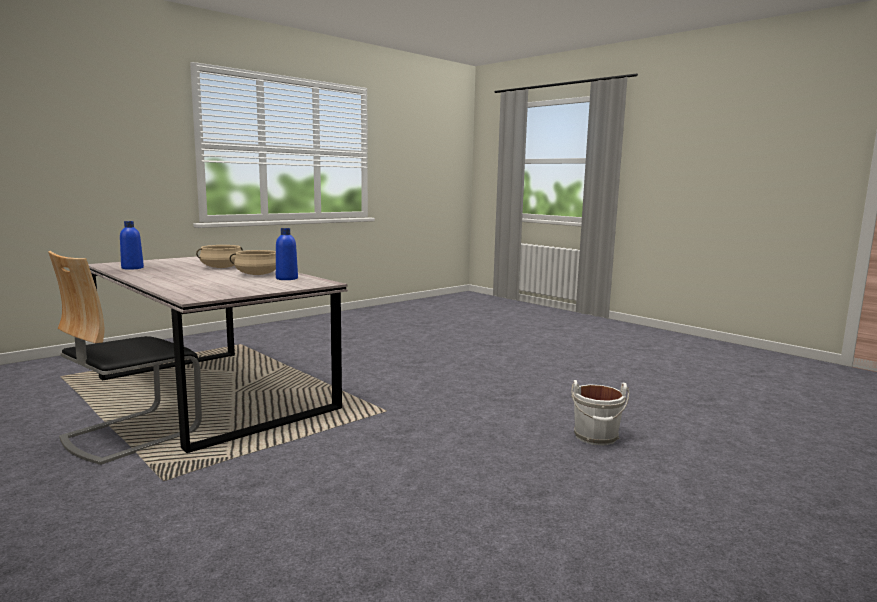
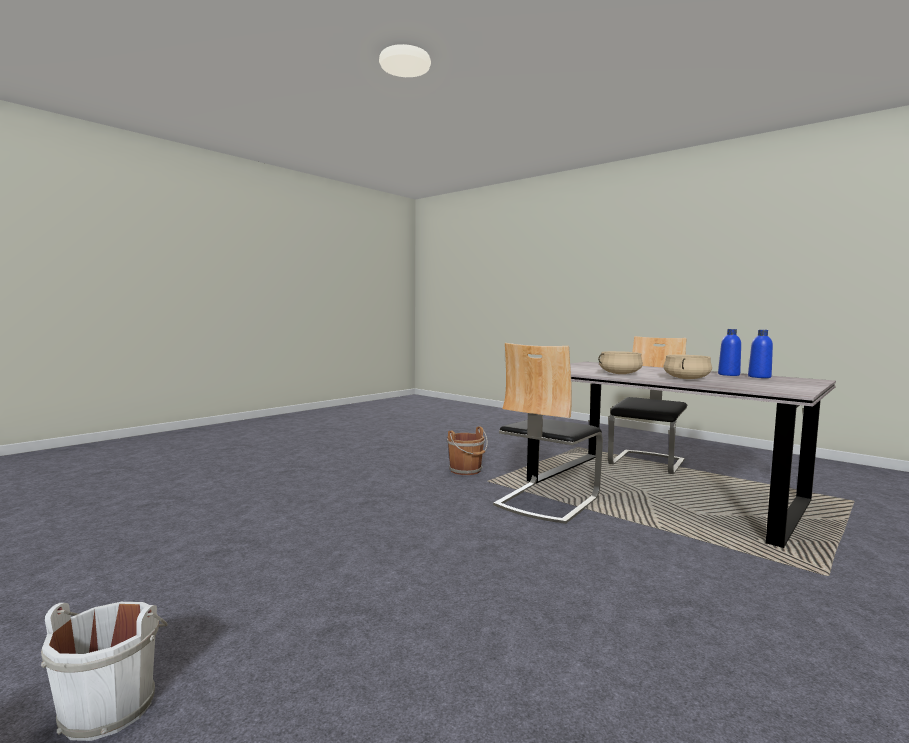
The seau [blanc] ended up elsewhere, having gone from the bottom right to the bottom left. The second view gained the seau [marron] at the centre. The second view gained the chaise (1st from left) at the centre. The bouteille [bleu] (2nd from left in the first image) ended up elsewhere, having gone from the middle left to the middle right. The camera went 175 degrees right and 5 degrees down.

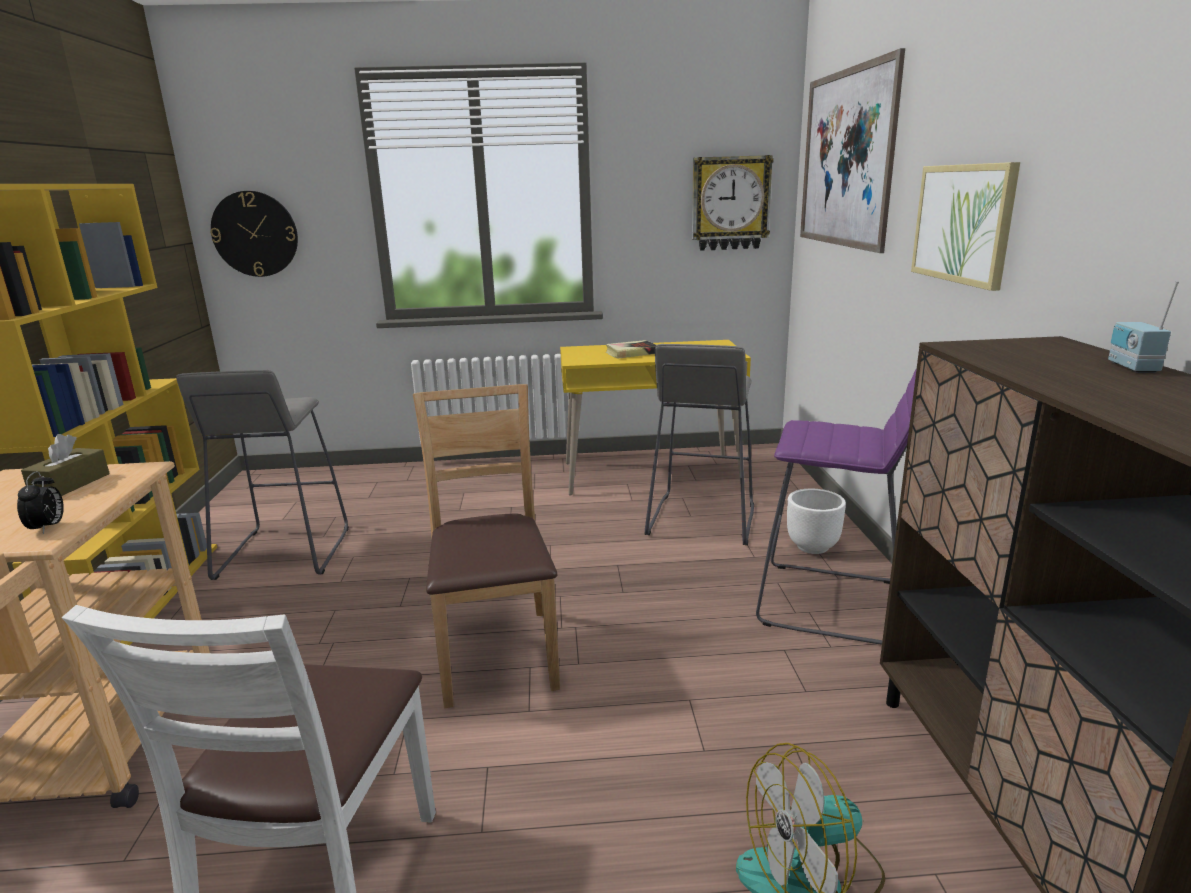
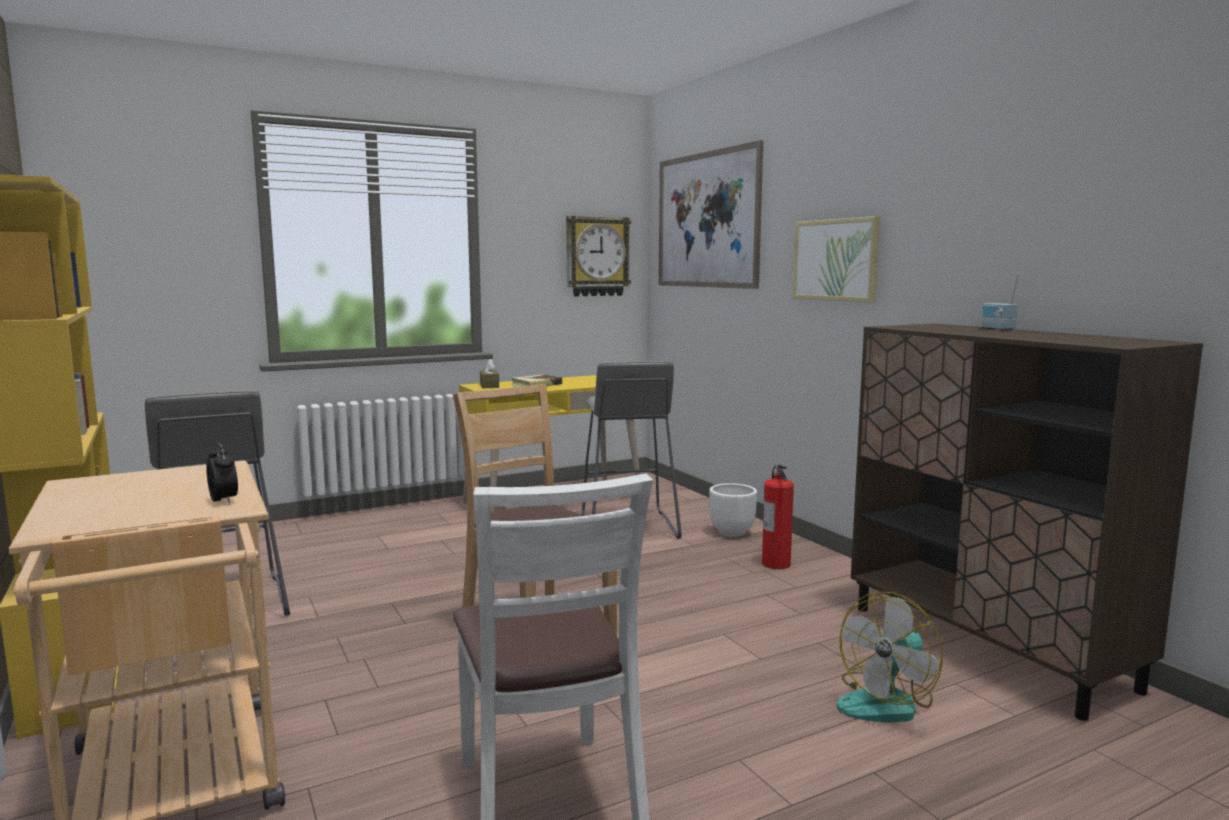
The boîte à mouchoirs [marron] ended up elsewhere, having gone from the middle left to the centre. Where the tabouret [violet] stood at the middle right, the extincteur came to stand at the centre. The second view lost the horloge murale (1st from left) at the top left. The camera went 25 degrees left and 10 degrees down.

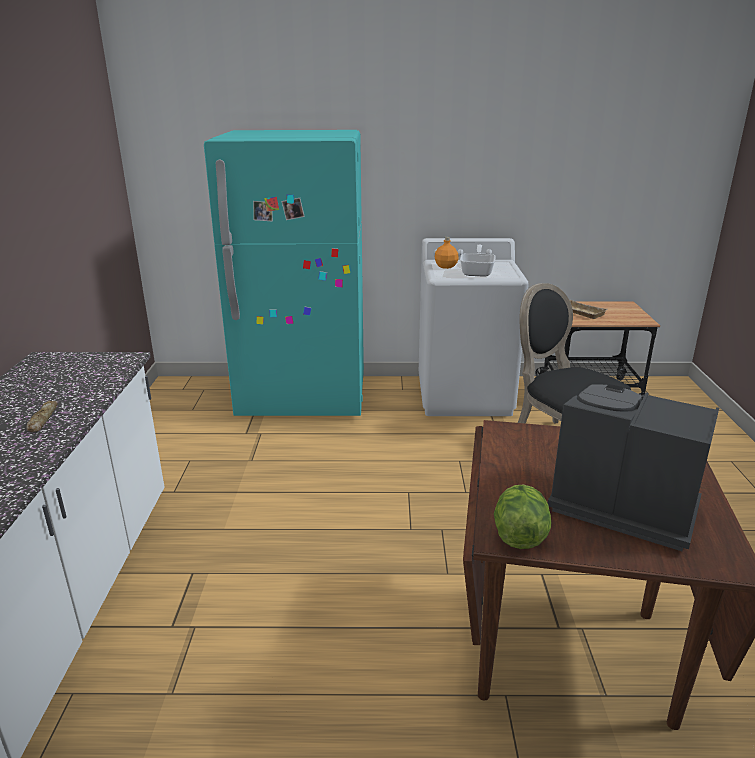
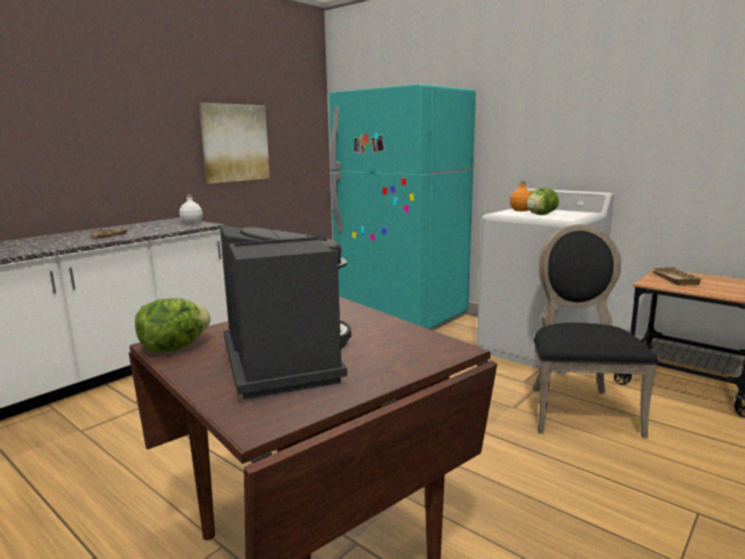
The second view gained the bouteille [blanc] at the middle left. The second view gained the tableau at the top left. Where the poêle stood at the centre, the laitue (2nd from left) came to stand at the middle right. The camera went 40 degrees right and 10 degrees down.

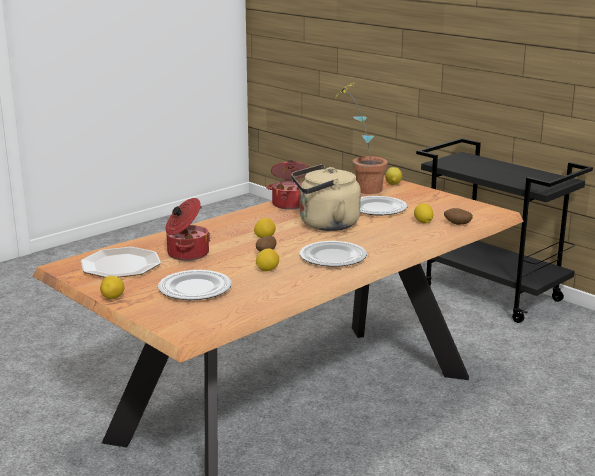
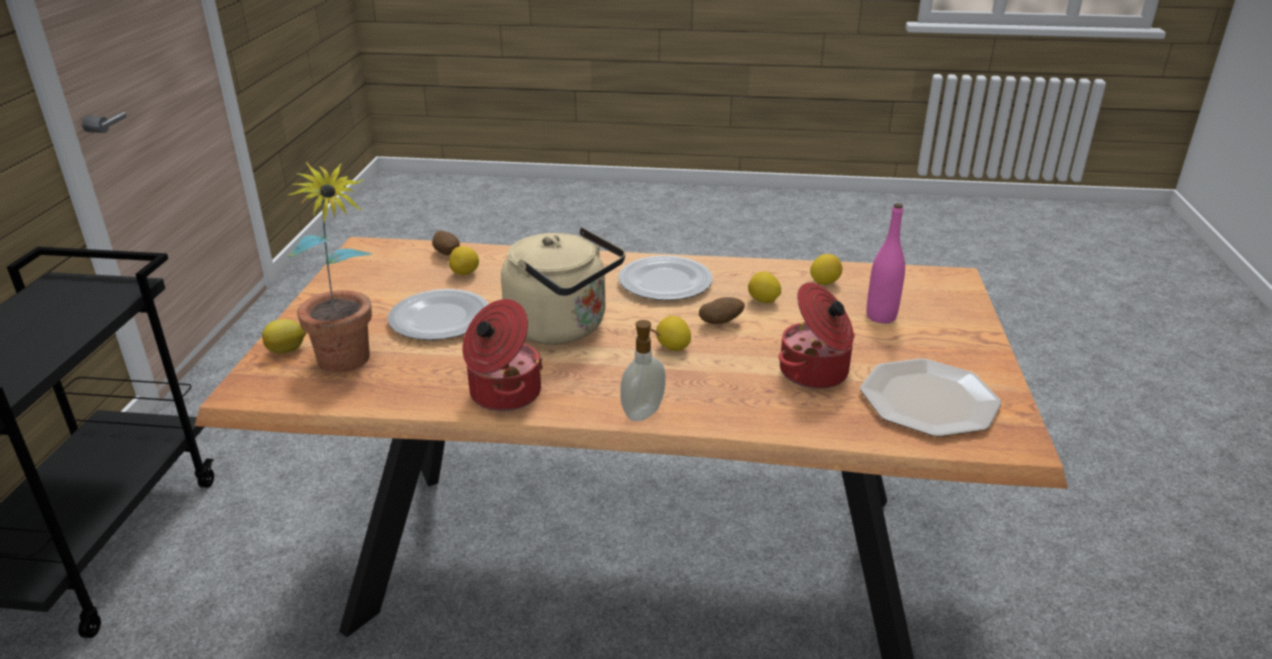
The second view gained the distributeur de savon at the centre. The citron (1st from left in the first image) ended up elsewhere, having gone from the middle left to the centre. Where the assiette (2nd from left) stood at the middle left, the bouteille [rose] came to stand at the middle right. The camera went 130 degrees left and 10 degrees up.

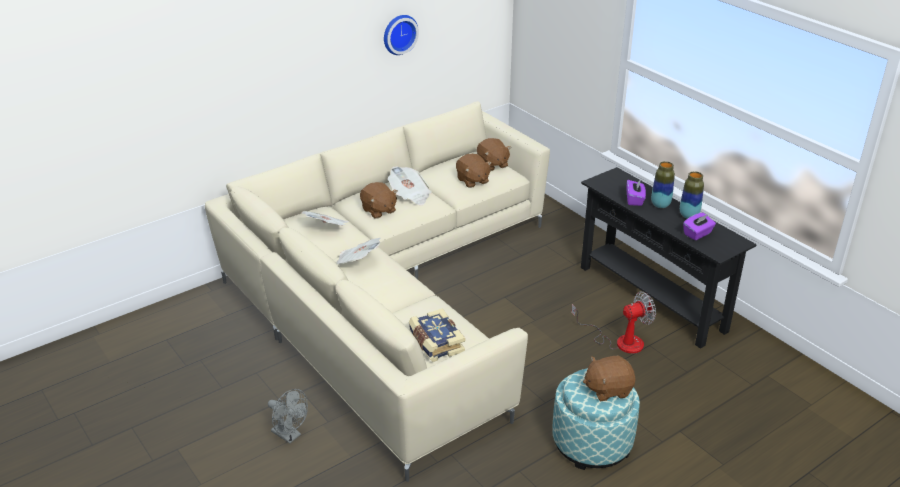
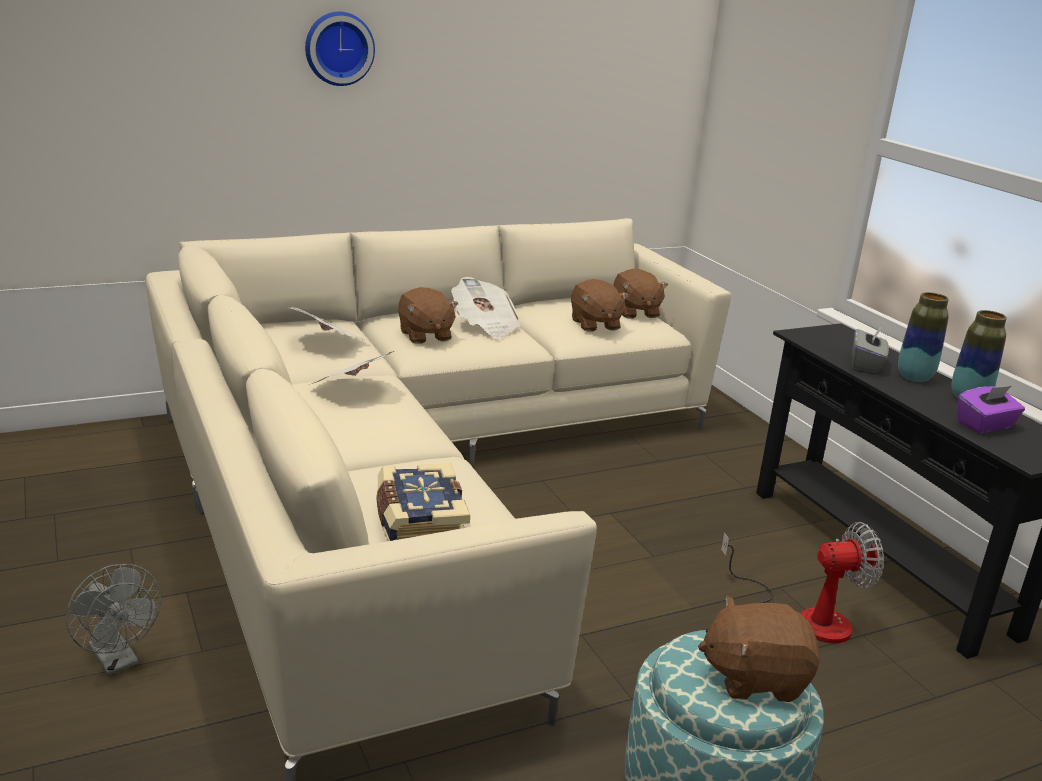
The horloge murale ended up elsewhere, having gone from the top centre to the top left. What was the boîte à mouchoirs [violet] (1st from left) at the middle right turned into the boîte à mouchoirs [gris] at the middle right. The camera went 10 degrees right and 10 degrees down.

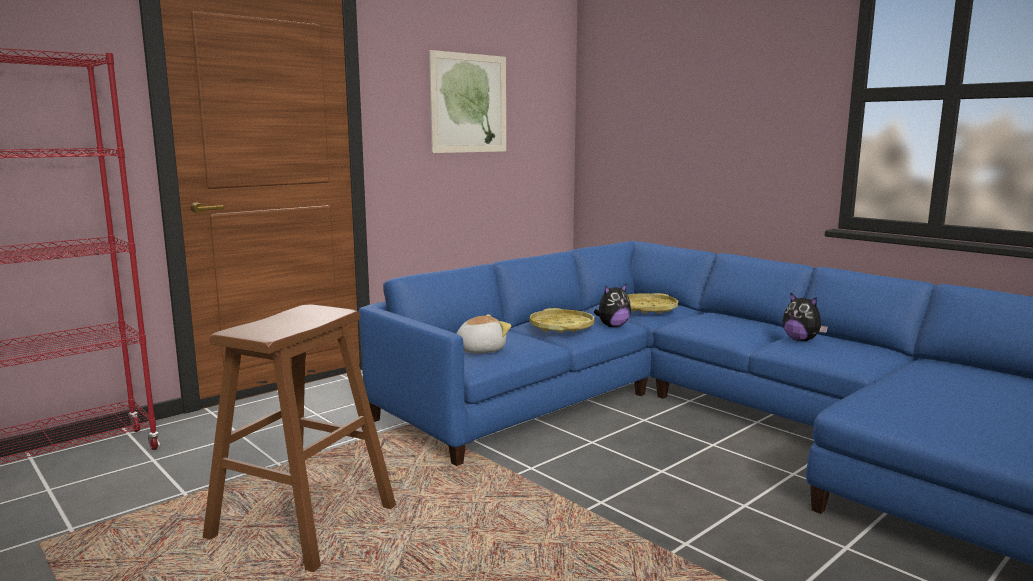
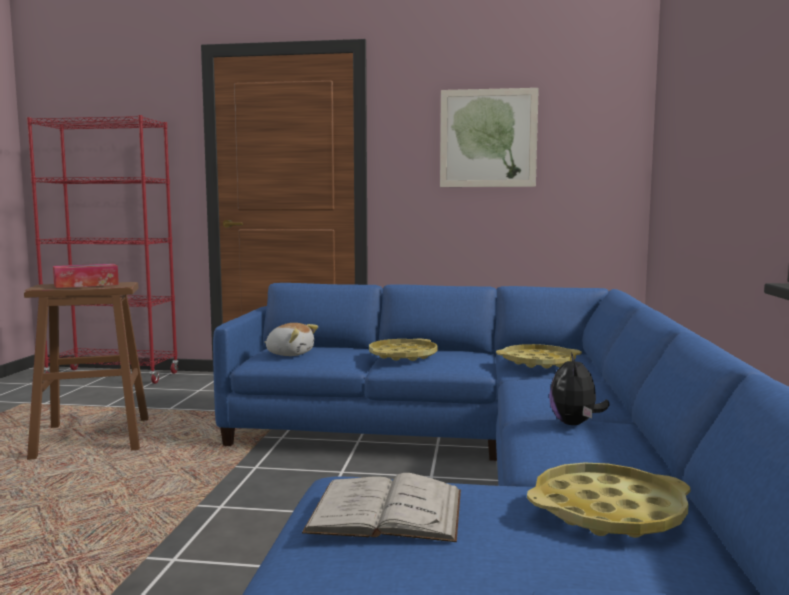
The second view gained the boîte à mouchoirs at the middle left. The second view gained the livre [blanc] at the bottom centre. The second view gained the plateau [jaune] (3rd from left) at the bottom right. The second view lost the peluche (2nd from left) at the centre. The camera went 50 degrees right and 5 degrees down.

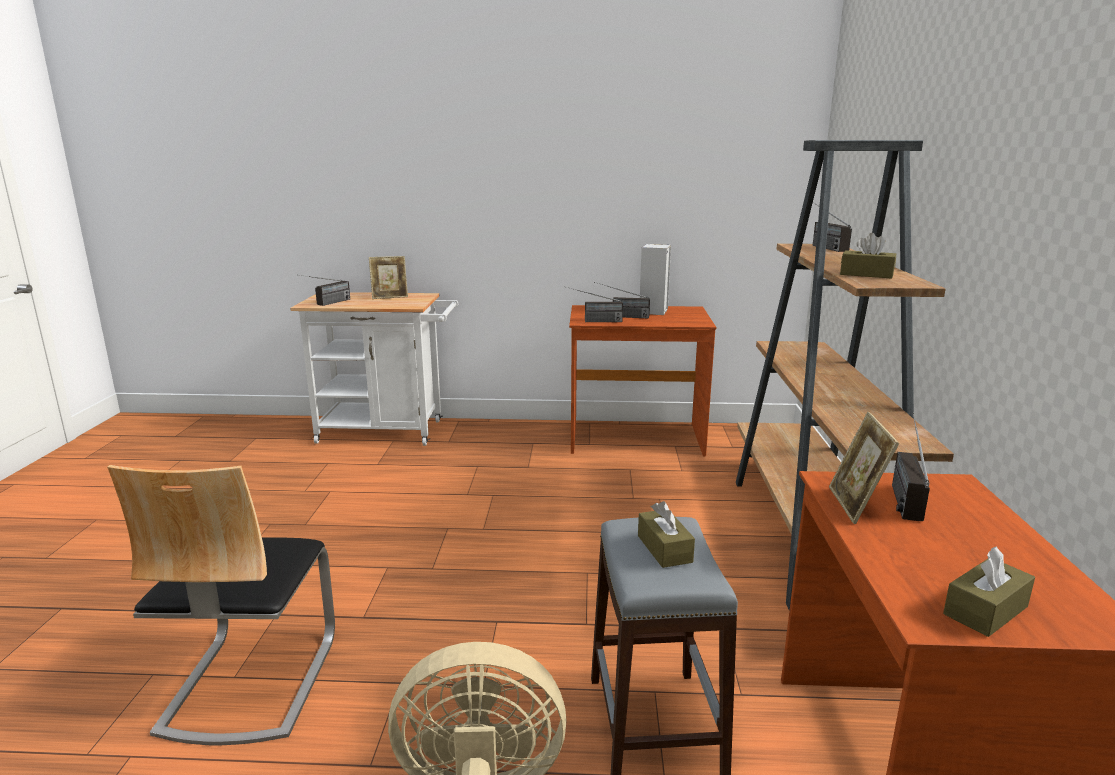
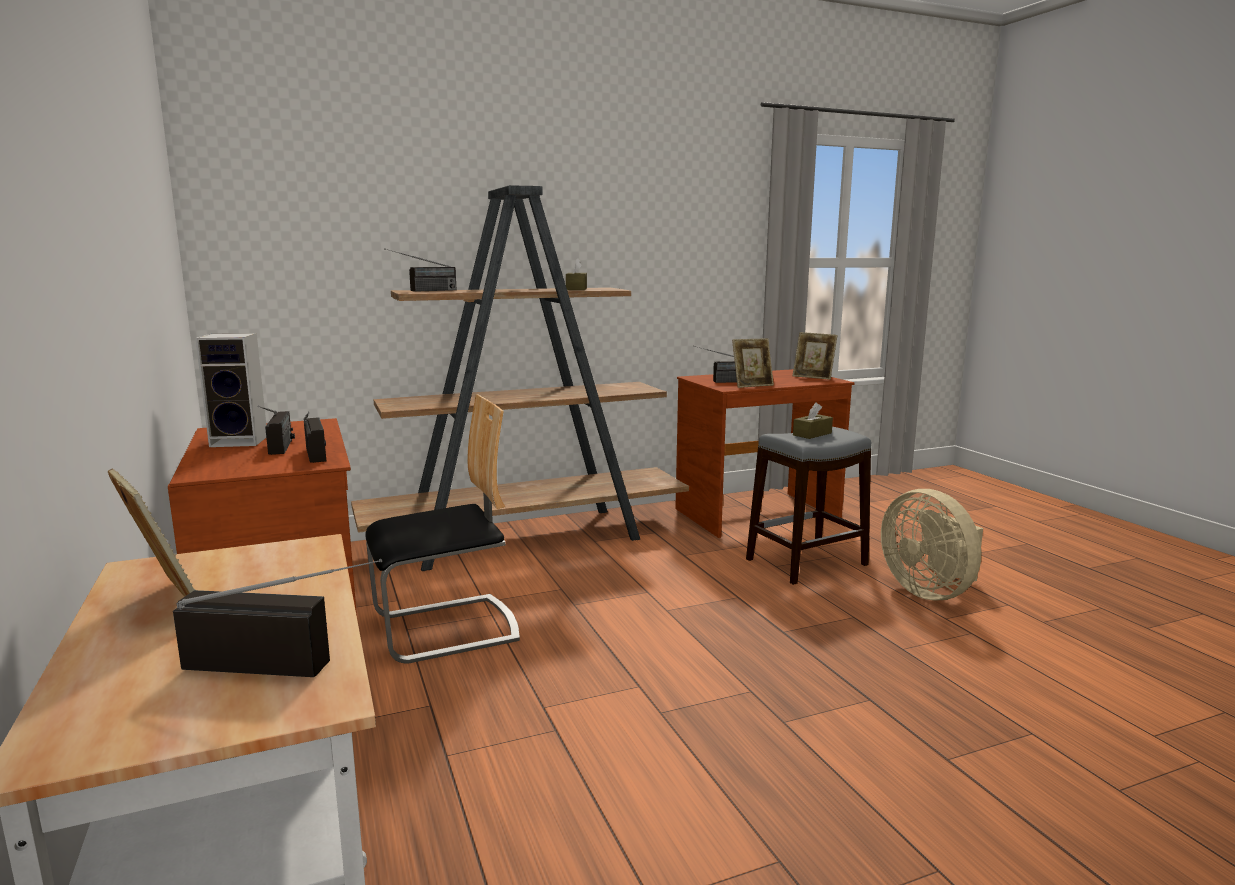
The chaise ended up elsewhere, having gone from the bottom left to the centre. Where the boîte à mouchoirs [marron] (3rd from left) stood at the bottom right, the cadre photo (3rd from left) came to stand at the centre. The camera went 115 degrees left and 5 degrees down.

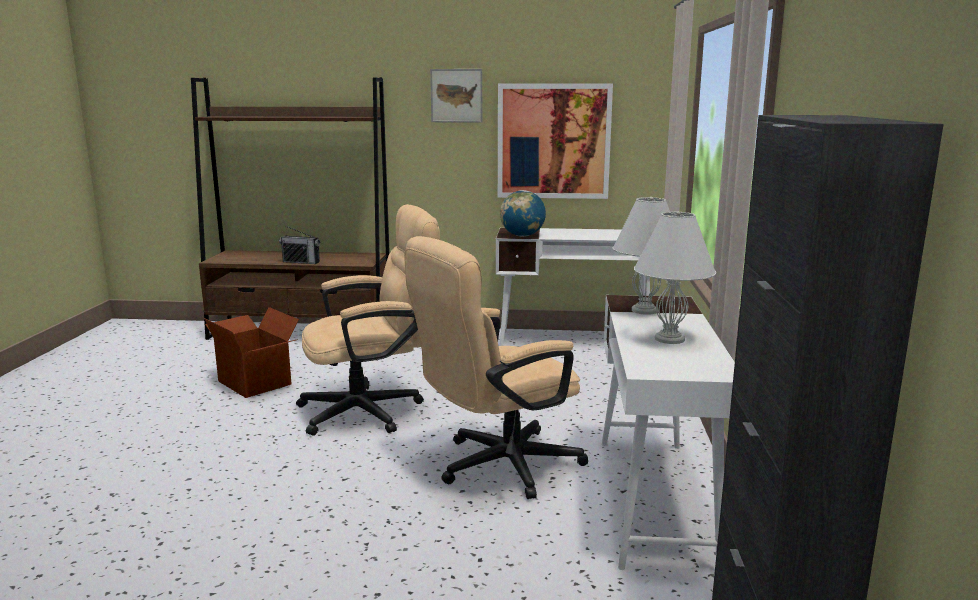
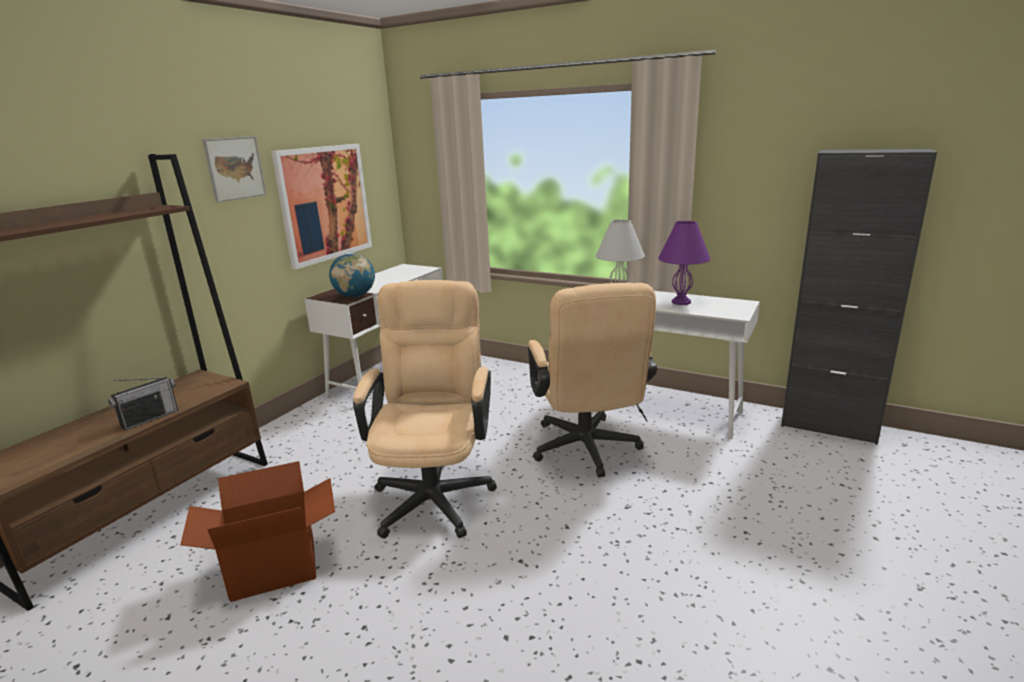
What was the lampe de table [blanc] (2nd from left) at the middle right turned into the lampe de table [violet] at the middle right. The camera went 65 degrees left and 5 degrees up.

